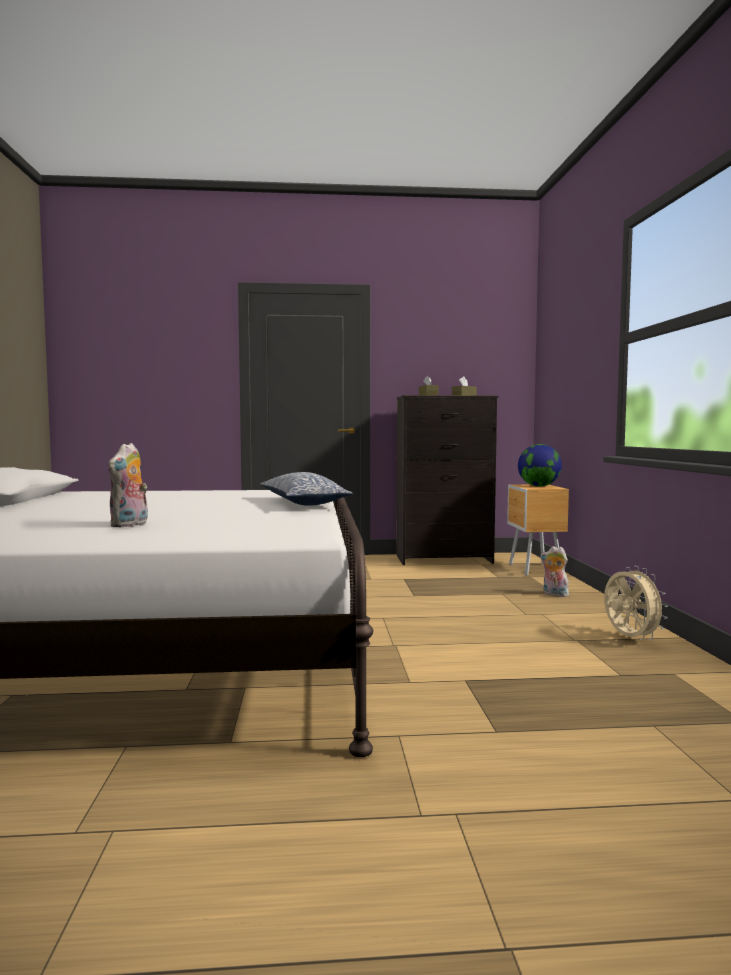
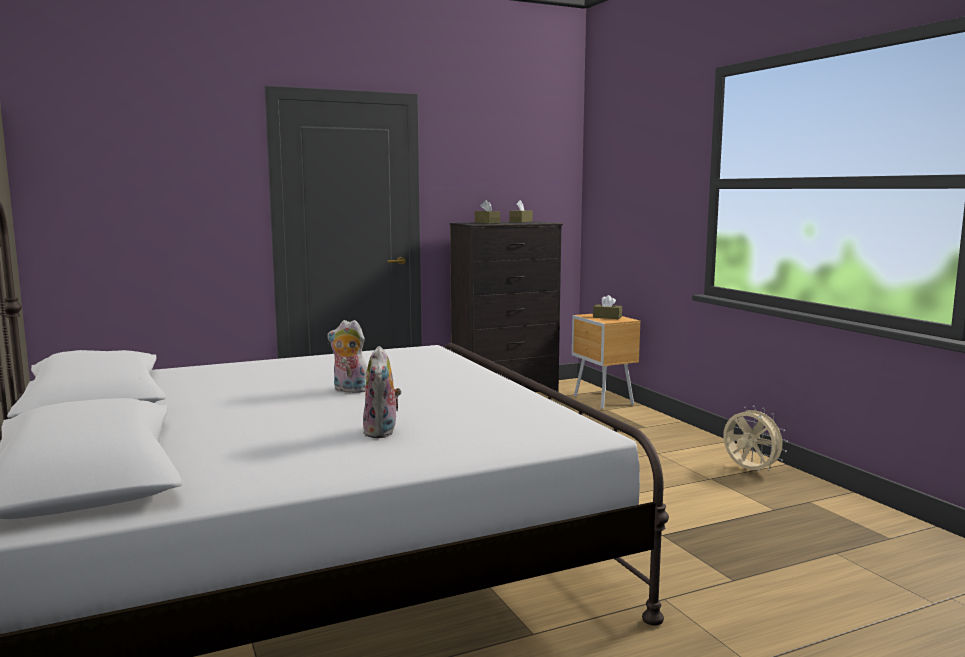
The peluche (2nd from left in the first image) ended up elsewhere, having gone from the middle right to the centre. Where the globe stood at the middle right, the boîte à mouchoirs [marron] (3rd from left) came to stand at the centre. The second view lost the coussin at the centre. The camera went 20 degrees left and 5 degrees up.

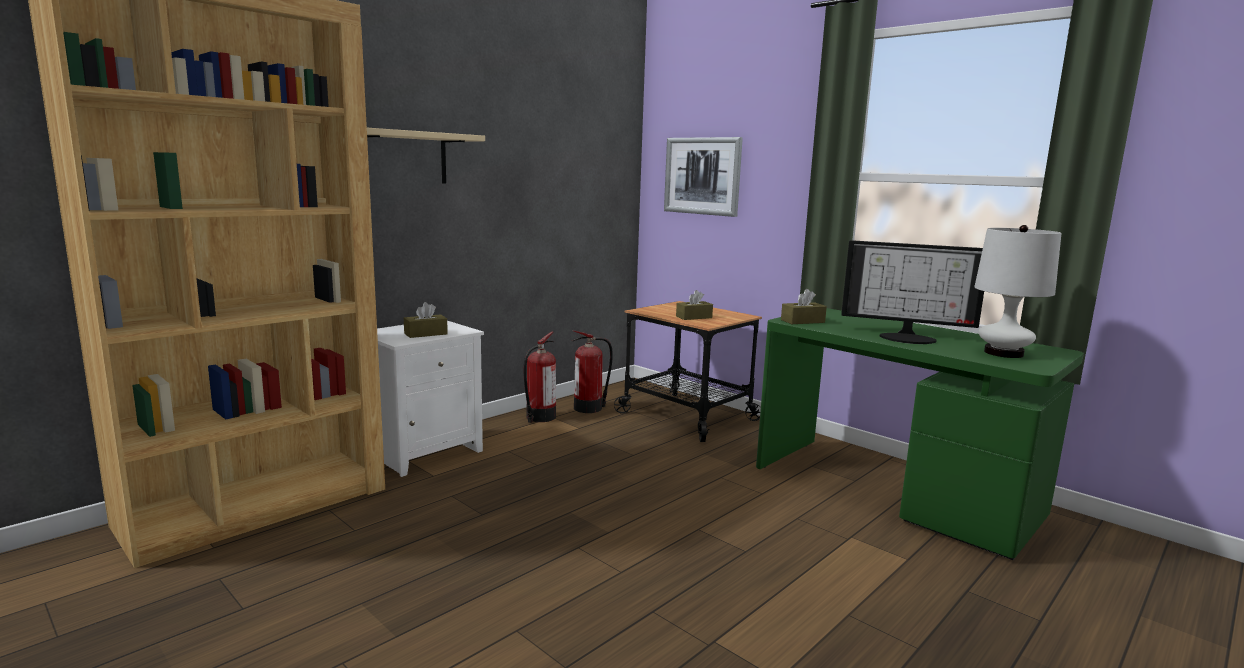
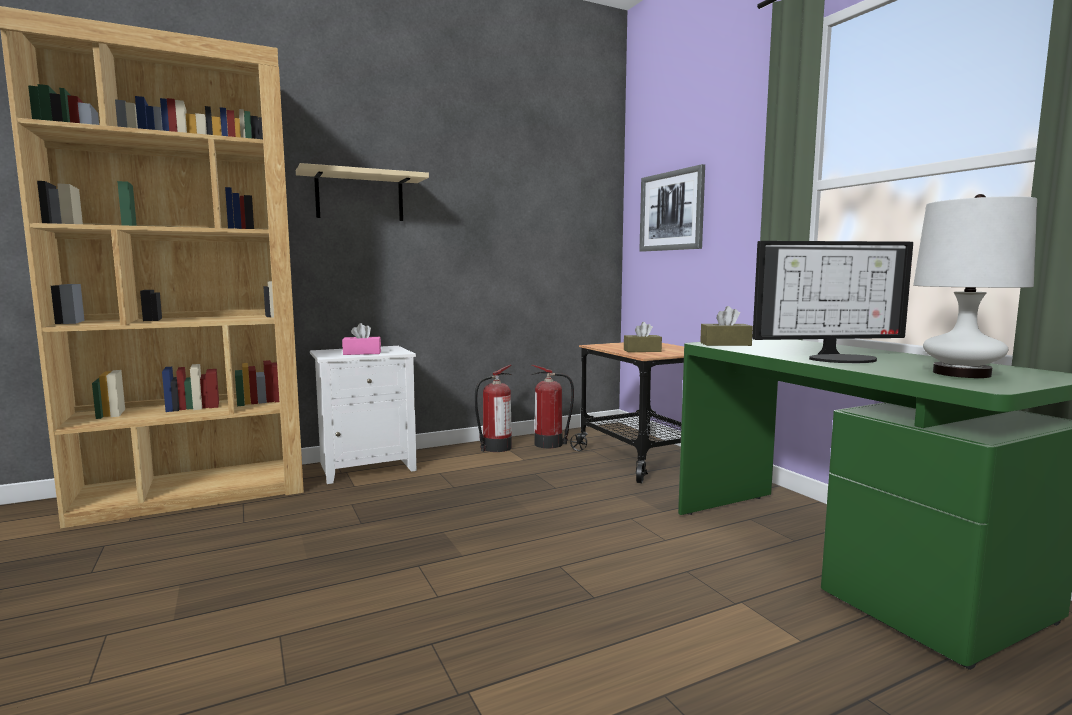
What was the boîte à mouchoirs [marron] (1st from left) at the centre turned into the boîte à mouchoirs [rose] at the centre. The écran d'ordinateur at the middle right ended up facing another way, 45 degrees counterclockwise from before. The camera went 20 degrees right and 5 degrees down.

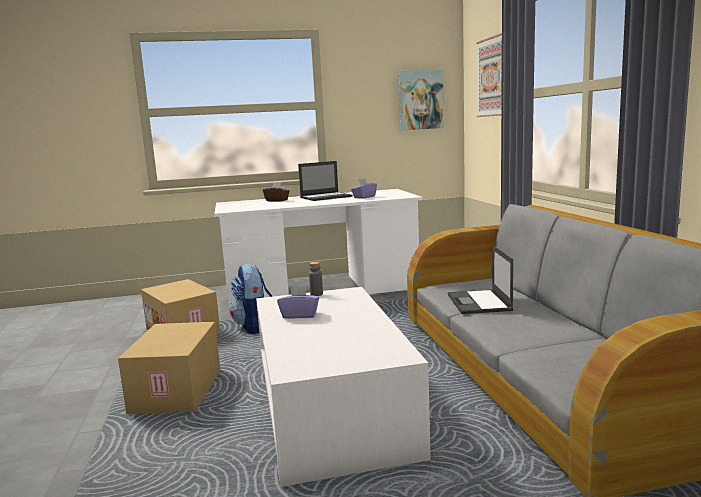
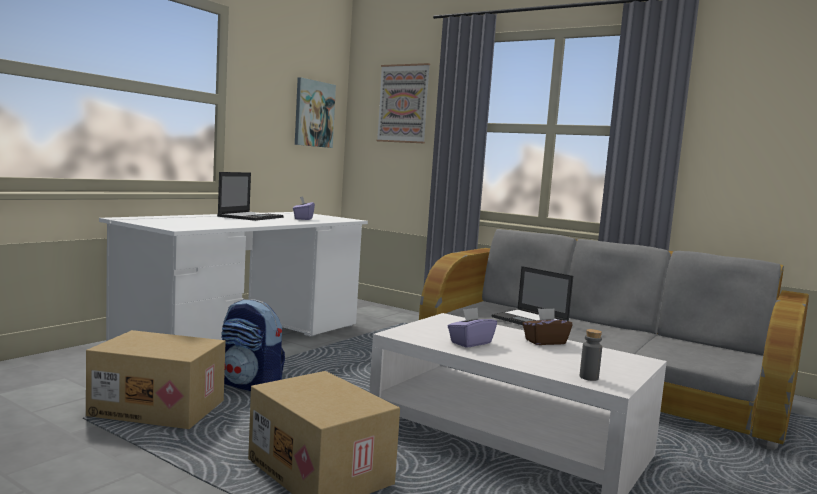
The boîte à mouchoirs [marron] ended up elsewhere, having gone from the centre to the middle right. The bouteille [gris] ended up elsewhere, having gone from the centre to the bottom right. The camera went 45 degrees left and 5 degrees down.

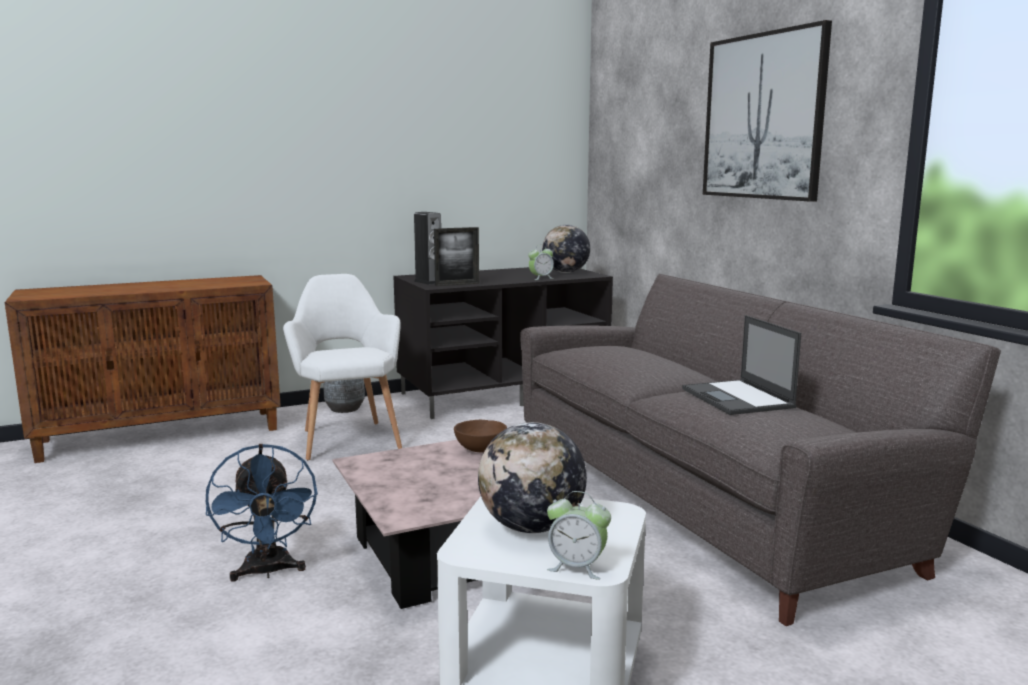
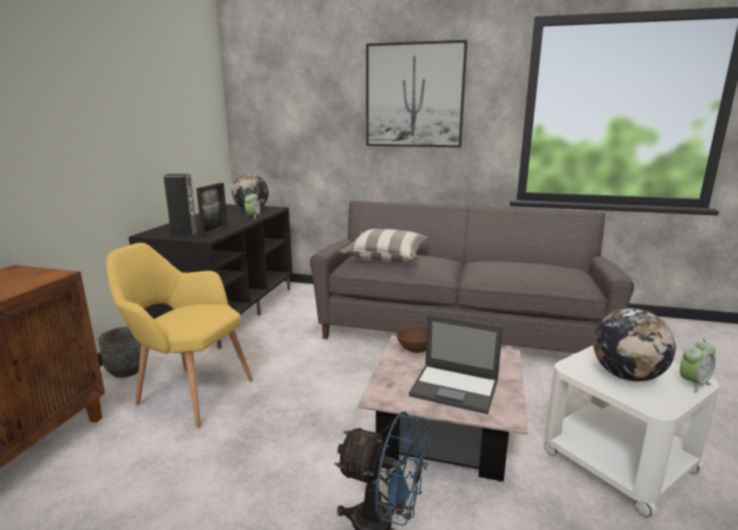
What was the fauteuil [blanc] at the middle left turned into the fauteuil [jaune] at the middle left. The second view gained the coussin at the centre. The ordinateur portable ended up elsewhere, having gone from the middle right to the bottom centre. The camera went 50 degrees left and 5 degrees up.

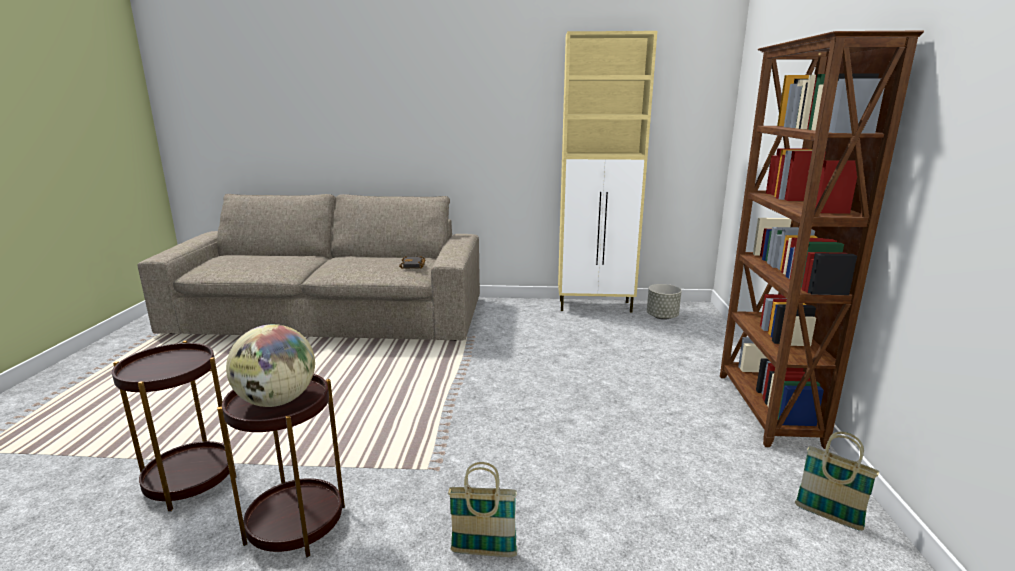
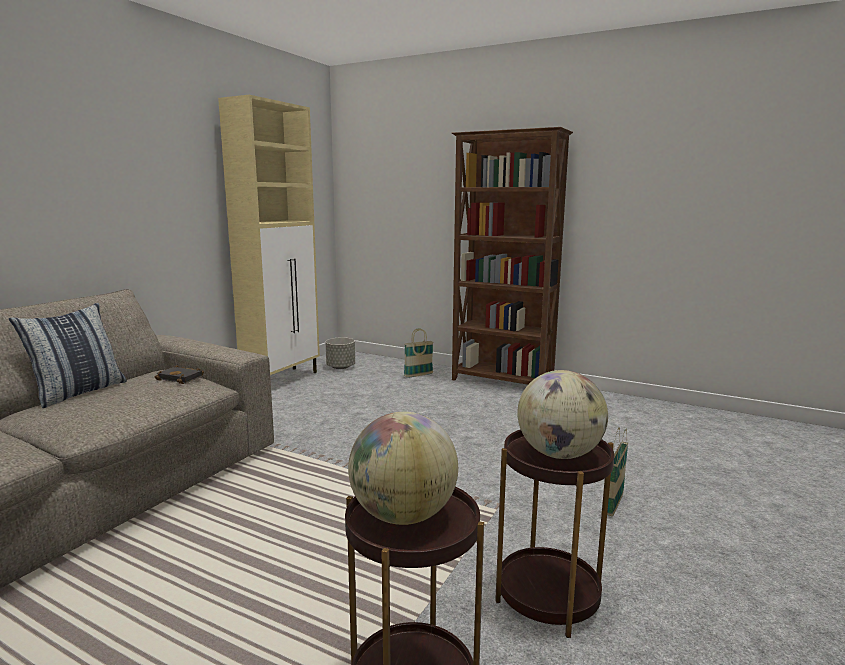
The second view gained the coussin at the middle left. The second view gained the globe (1st from left) at the bottom centre. The panier (2nd from left in the first image) ended up elsewhere, having gone from the bottom right to the centre. The camera went 65 degrees left and 5 degrees down.

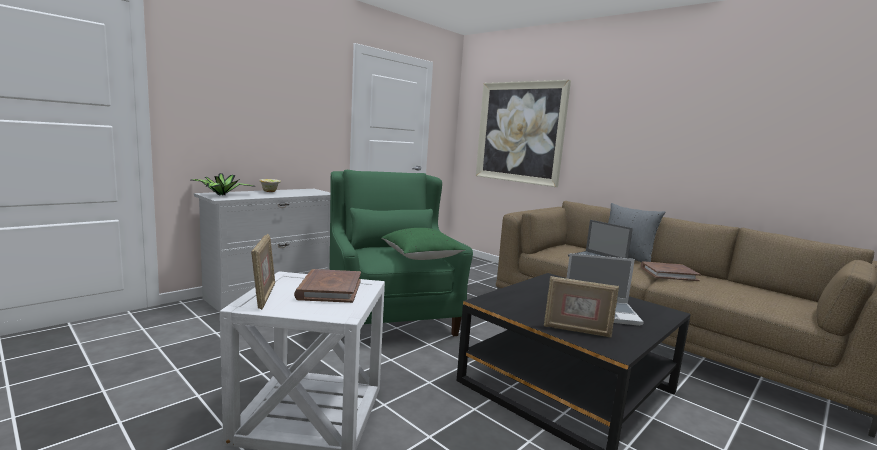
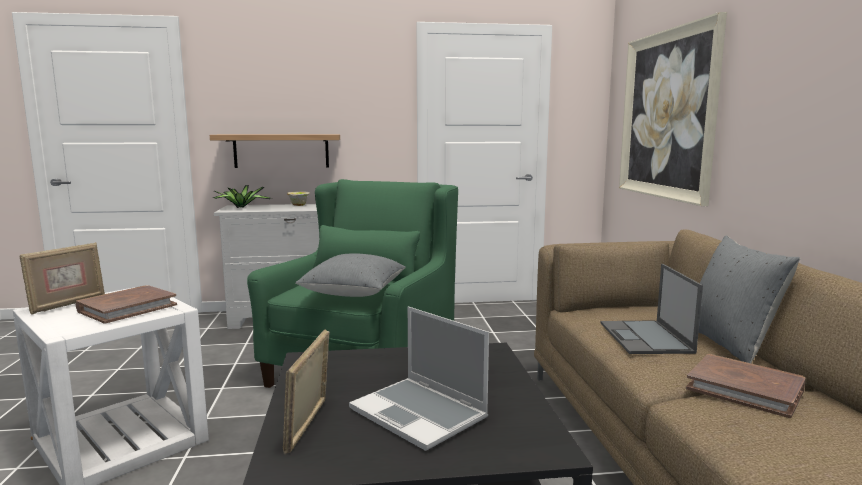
The second view gained the étagère at the top left. The cadre photo (2nd from left) at the bottom centre ended up facing another way, 45 degrees clockwise from before. What was the coussin [vert] at the centre turned into the coussin [gris] (1st from left) at the centre. The camera went 40 degrees right and 0 degrees up.

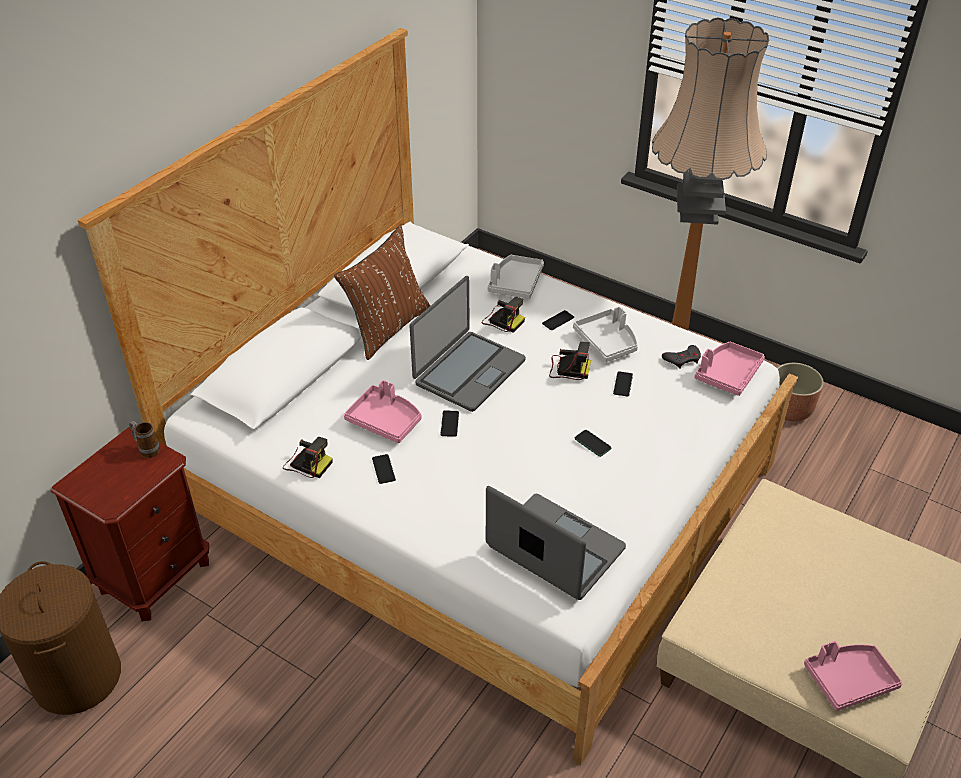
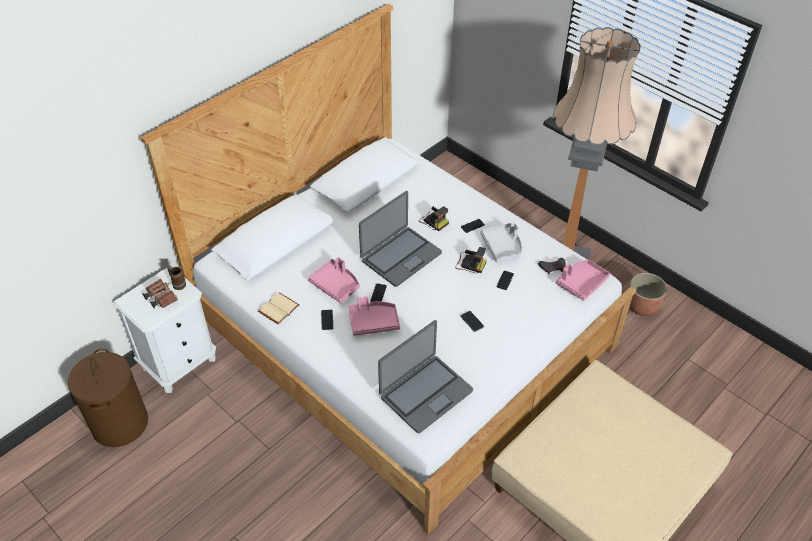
What was the table de chevet [marron] at the bottom left turned into the table de chevet [blanc] at the middle left. The second view gained the jumelles [marron] at the middle left. Where the appareil photo (1st from left) stood at the middle left, the livre [beige] came to stand at the centre. The plateau [rose] (3rd from left in the first image) ended up elsewhere, having gone from the bottom right to the centre. The ordinateur portable (2nd from left) at the bottom centre ended up facing another way, 90 degrees clockwise from before. The second view lost the coussin [marron] at the centre. The second view lost the plateau [gris] (1st from left) at the centre. The camera went 10 degrees right and 5 degrees up.

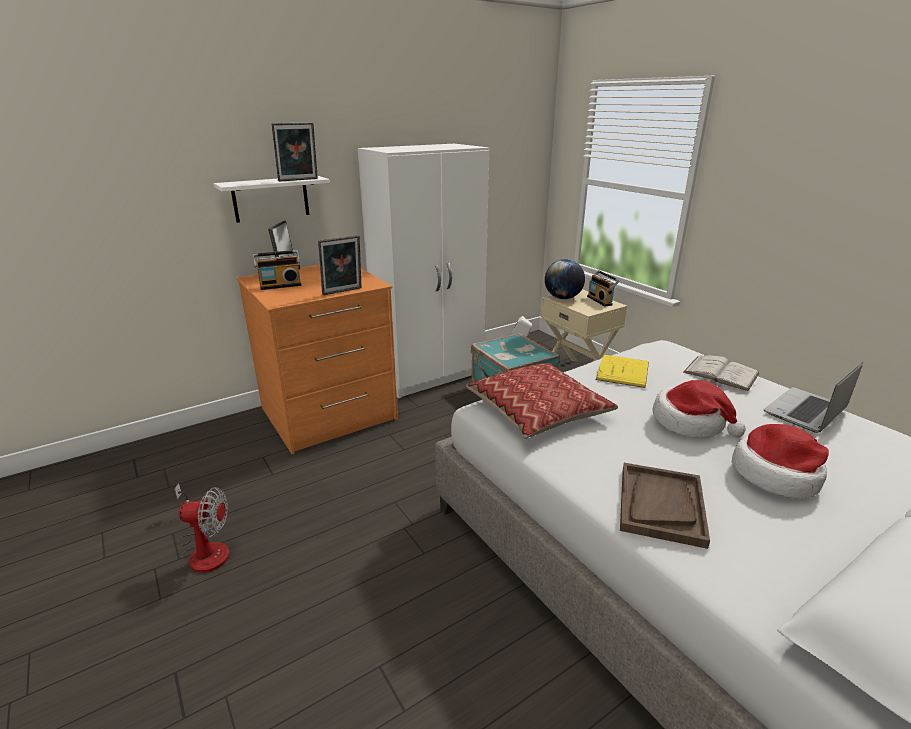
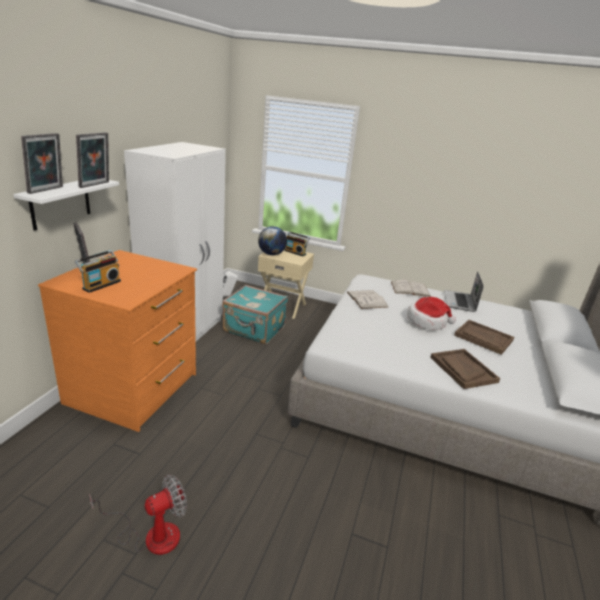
The cadre photo (3rd from left in the first image) ended up elsewhere, having gone from the centre to the top left. What was the livre [jaune] at the middle right turned into the livre [blanc] (1st from left) at the centre. Where the chapeau (2nd from left) stood at the middle right, the plateau [marron] (2nd from left) came to stand at the middle right. The second view lost the coussin at the centre. The camera went 40 degrees left and 0 degrees up.

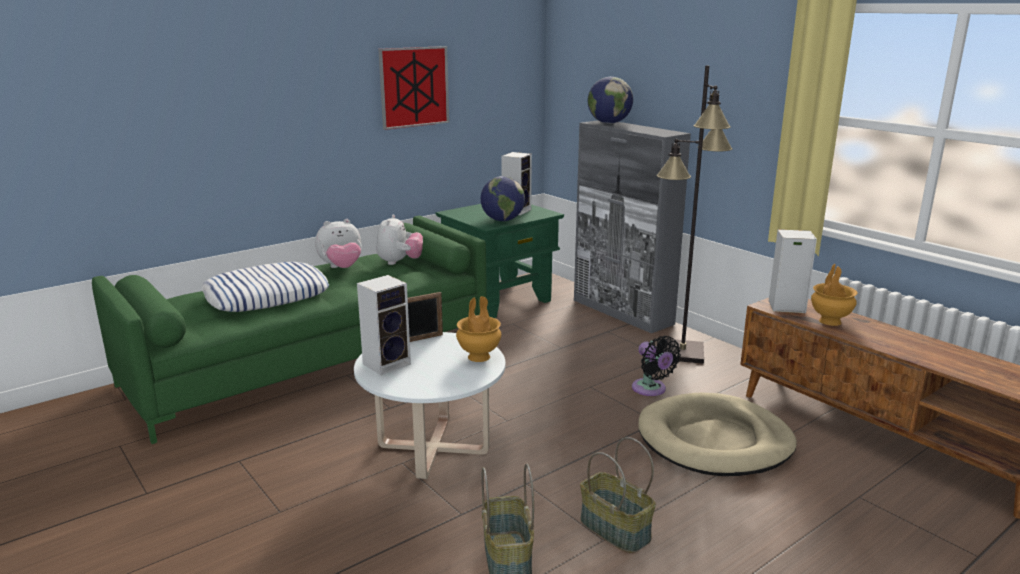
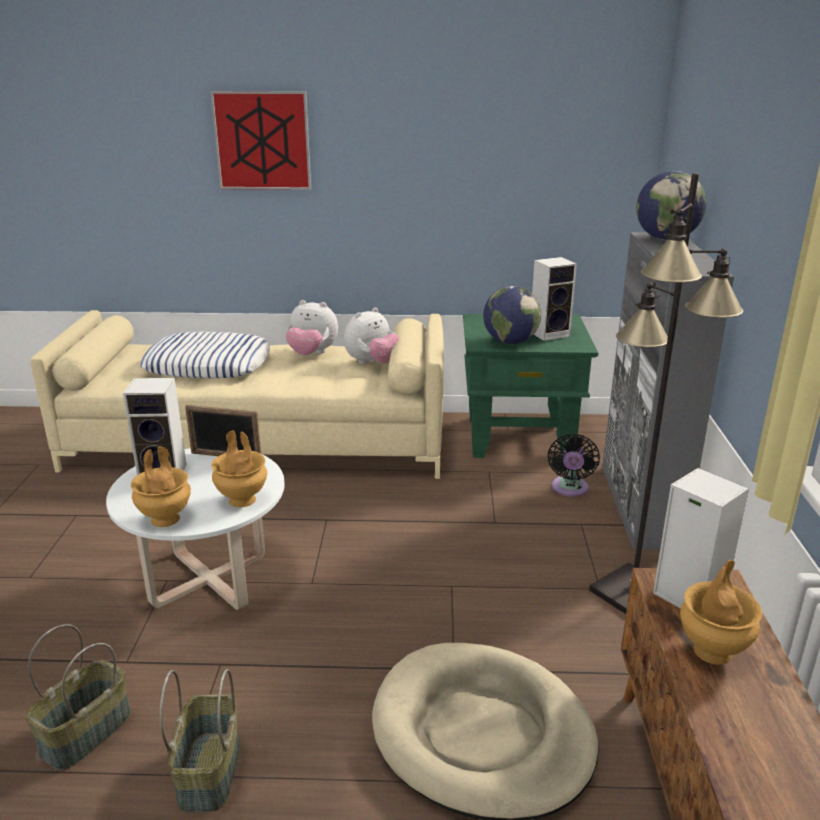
What was the canapé [vert] at the middle left turned into the canapé [beige] at the middle left. The second view gained the vase [marron] (1st from left) at the middle left. The tableau ended up elsewhere, having gone from the top centre to the top left. The ventilateur [noir] ended up elsewhere, having gone from the centre to the middle right. The camera went 40 degrees right and 5 degrees up.

